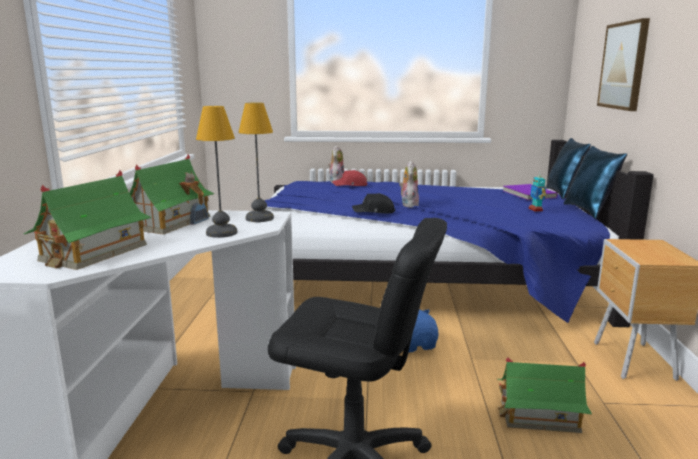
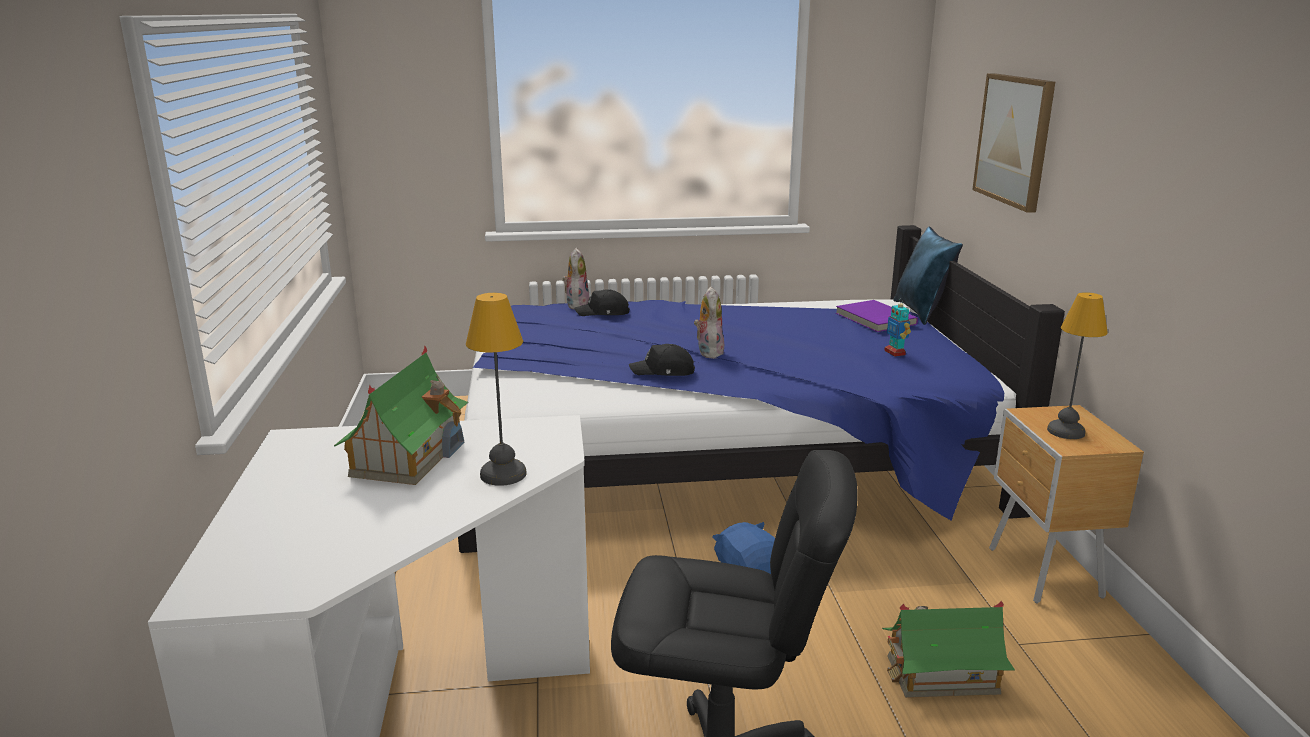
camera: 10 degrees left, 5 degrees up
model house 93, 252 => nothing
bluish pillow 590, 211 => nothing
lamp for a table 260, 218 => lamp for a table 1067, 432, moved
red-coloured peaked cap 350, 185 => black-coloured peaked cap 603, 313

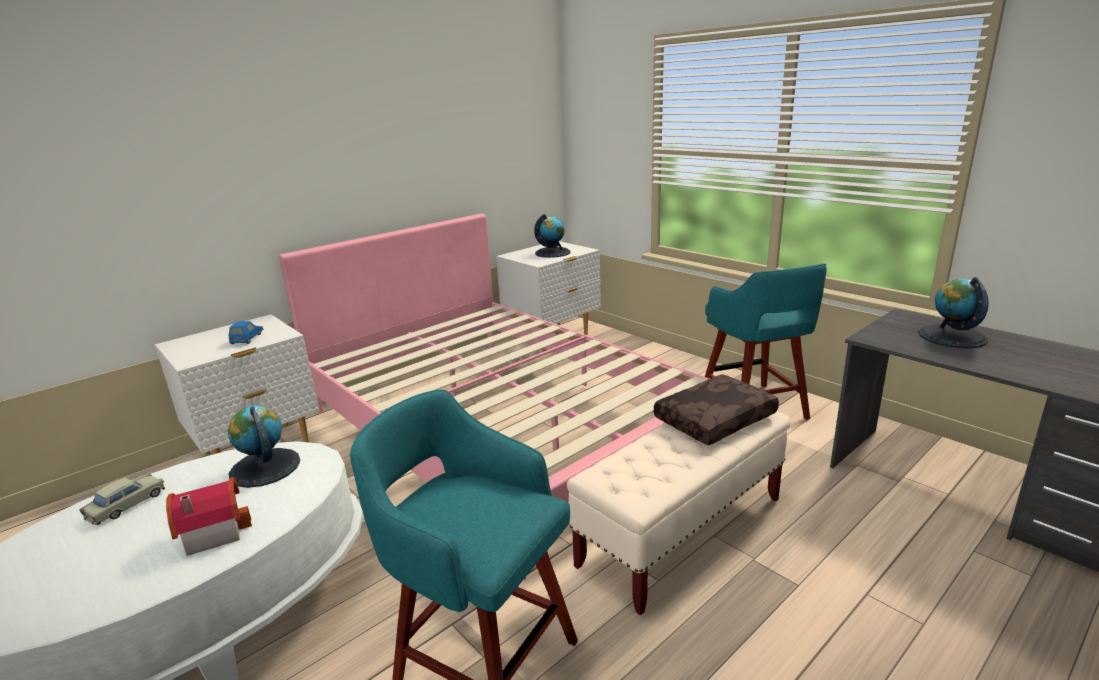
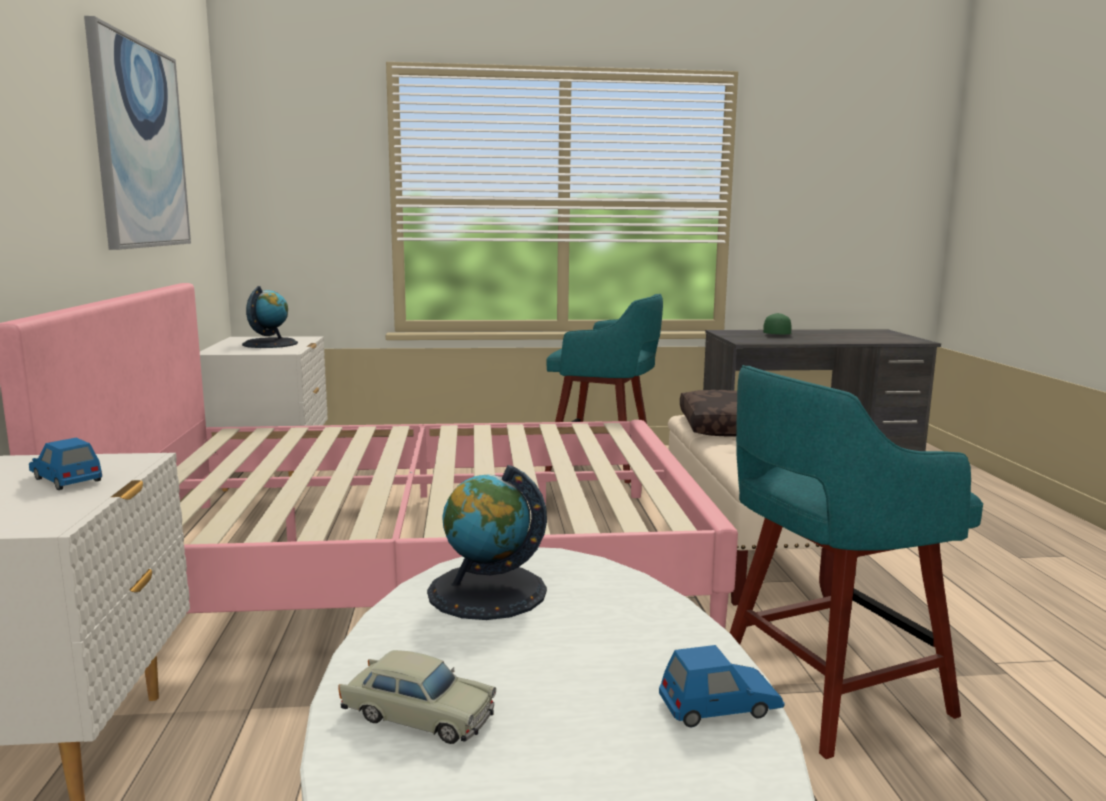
camera: 55 degrees left, 10 degrees down
model house 212, 531 => nothing
nothing => wall picture 140, 145
nothing => bluish model car 719, 706
world globe 952, 336 => green-coloured peaked cap 777, 334
beige model car 126, 505 => beige model car 418, 715, 135 degrees clockwise

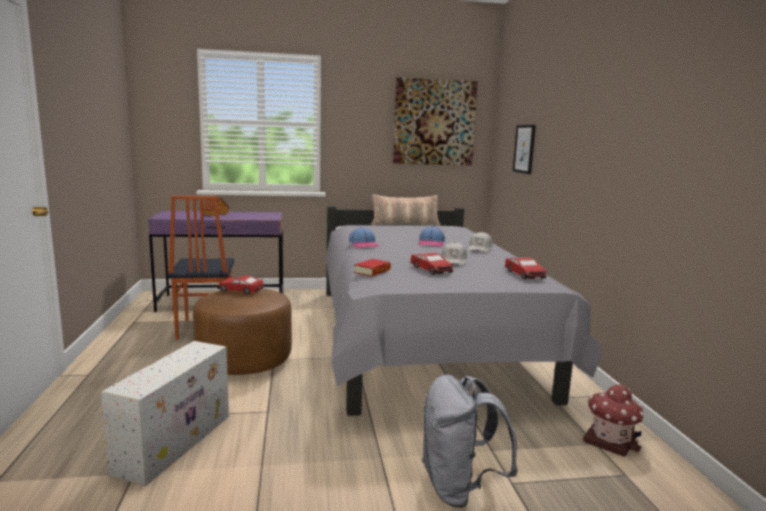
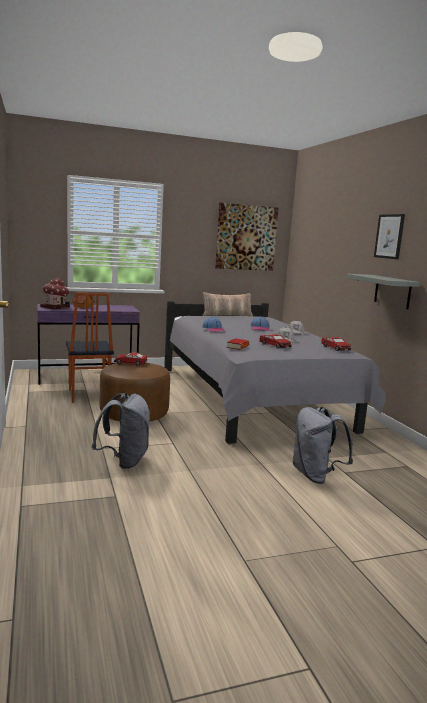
camera: 10 degrees left, 0 degrees up
nothing => gray wall shelf 392, 291
wall picture 524, 149 => wall picture 389, 236, moved
model house 610, 440 => model house 55, 307, moved
white storage container 176, 442 => gray rucksack 124, 461

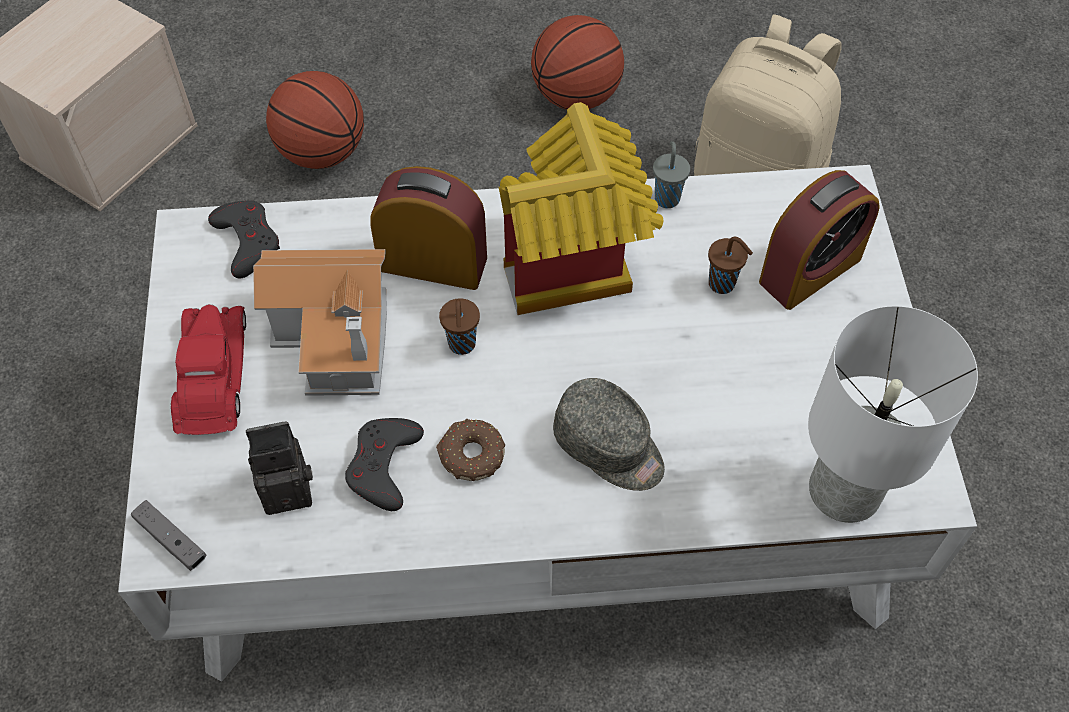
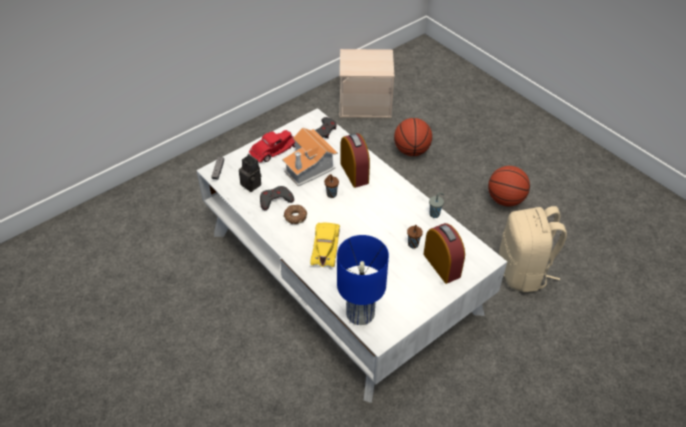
camera: 55 degrees right, 10 degrees down
model house 575, 269 => nothing
gray peaked cap 609, 447 => yellow-coloured model car 325, 246
white lamp for a table 846, 492 => bluish lamp for a table 360, 314
table clock 810, 270 => table clock 441, 265, 135 degrees counterclockwise

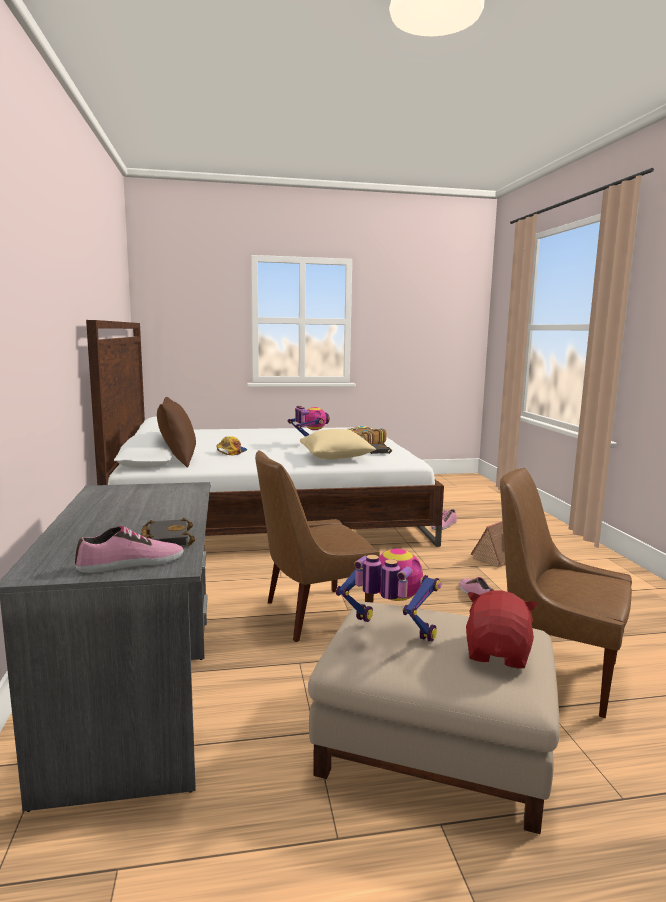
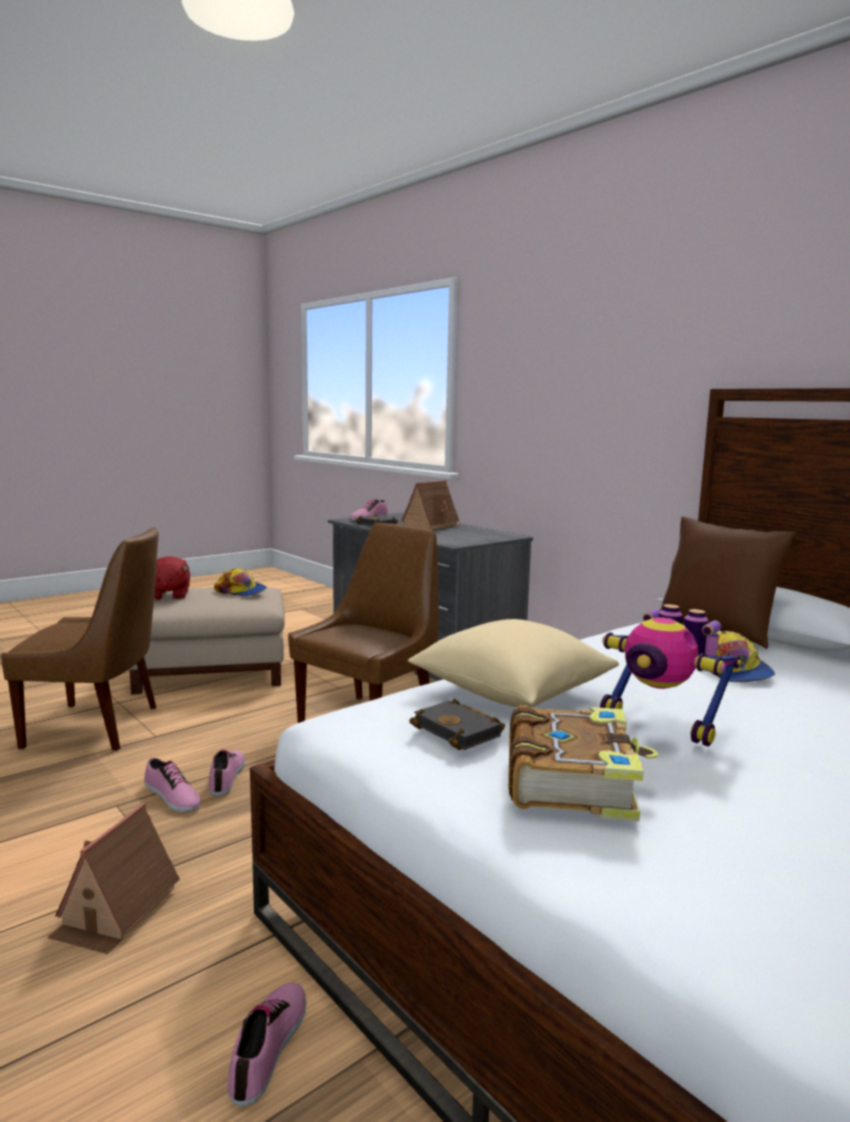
camera: 150 degrees right, 0 degrees up
nothing => low shoe 227, 777
nothing => model house 432, 525
robot figure 389, 634 => peaked cap 241, 591

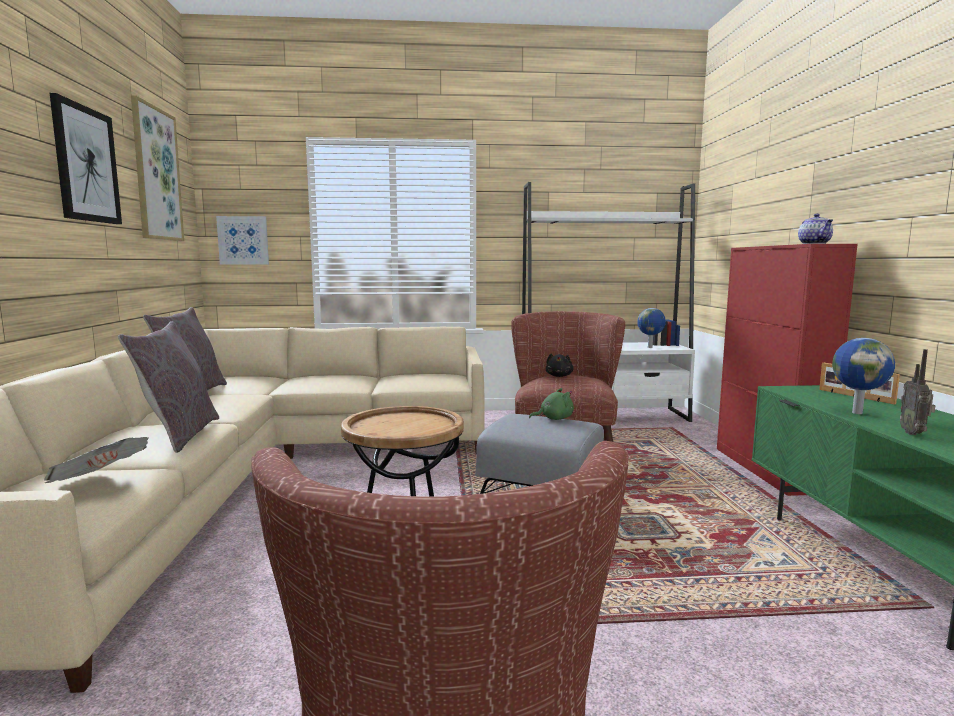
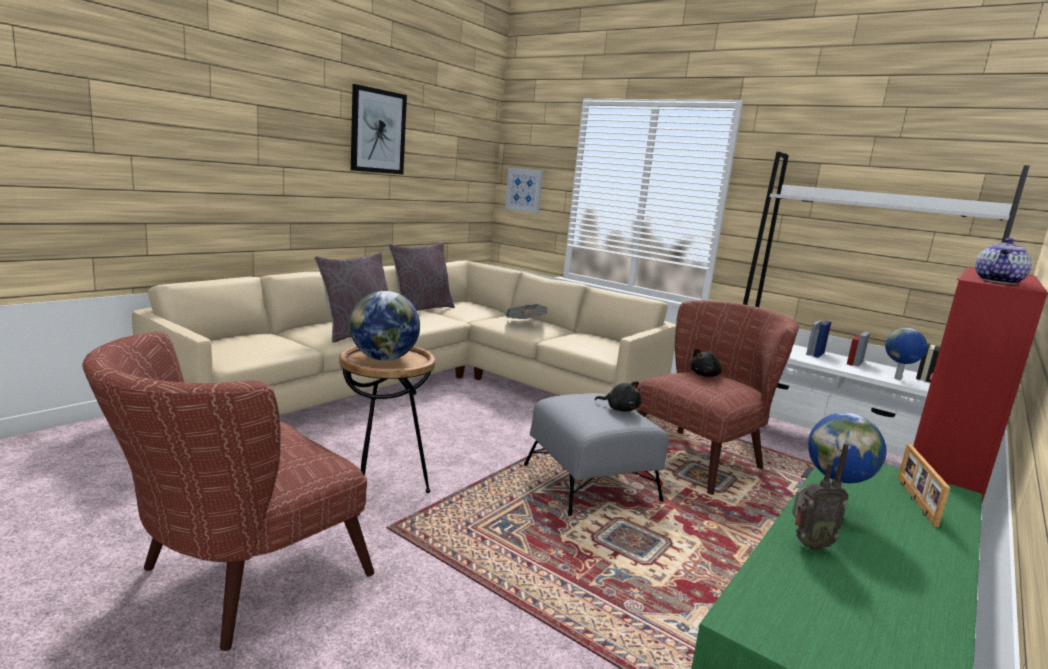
camera: 40 degrees right, 5 degrees up
wall picture 156, 174 => nothing
nothing => world globe 383, 359
printed paper 100, 484 => printed paper 525, 324, moved
green-coloured cuddly toy 554, 418 => black-coloured cuddly toy 620, 409
radio receiver 914, 433 => radio receiver 808, 544, 150 degrees counterclockwise

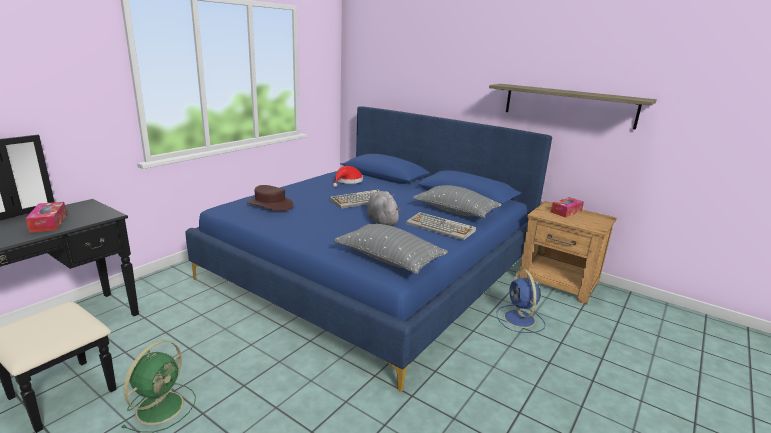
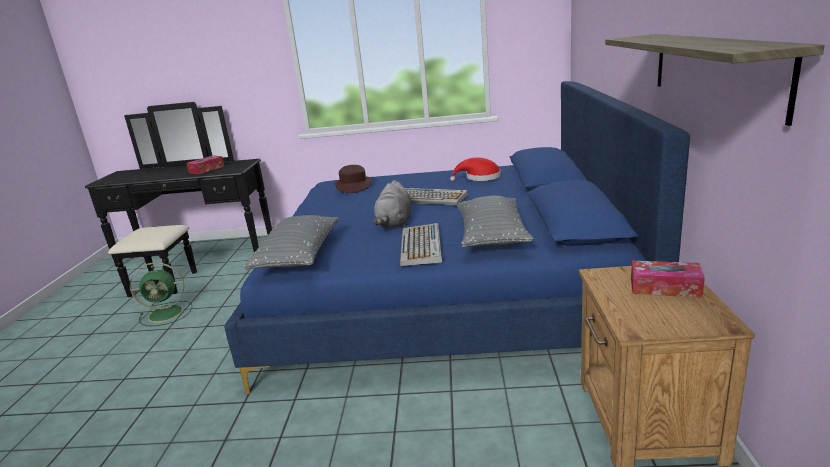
camera: 60 degrees right, 0 degrees up
bluish fan 520, 319 => nothing
gray cuddly toy 382, 221 => gray cuddly toy 395, 223, 150 degrees clockwise

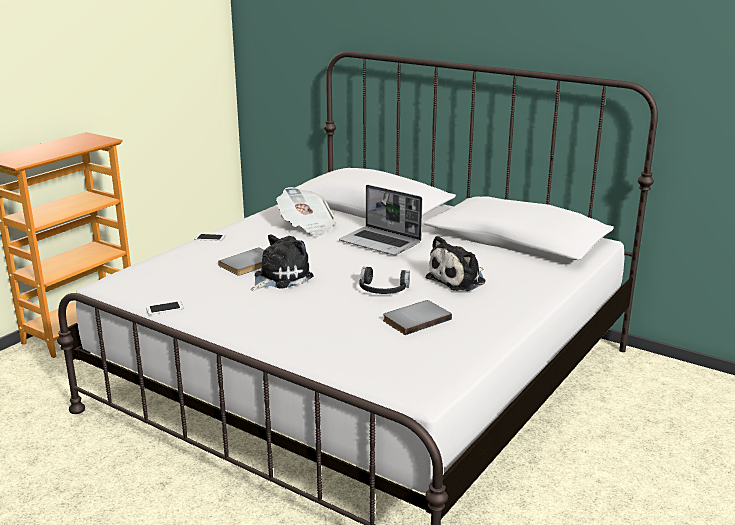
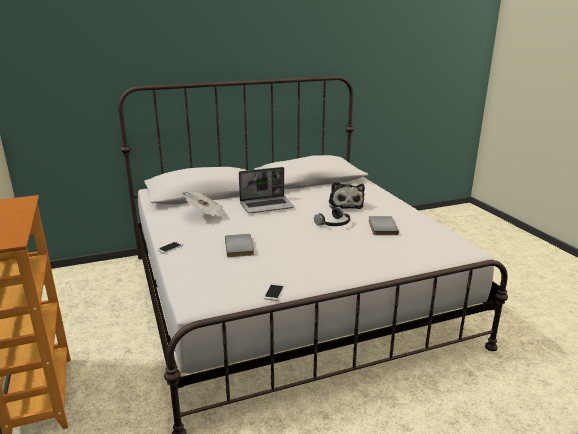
camera: 55 degrees left, 0 degrees up
cuddly toy 280, 277 => nothing

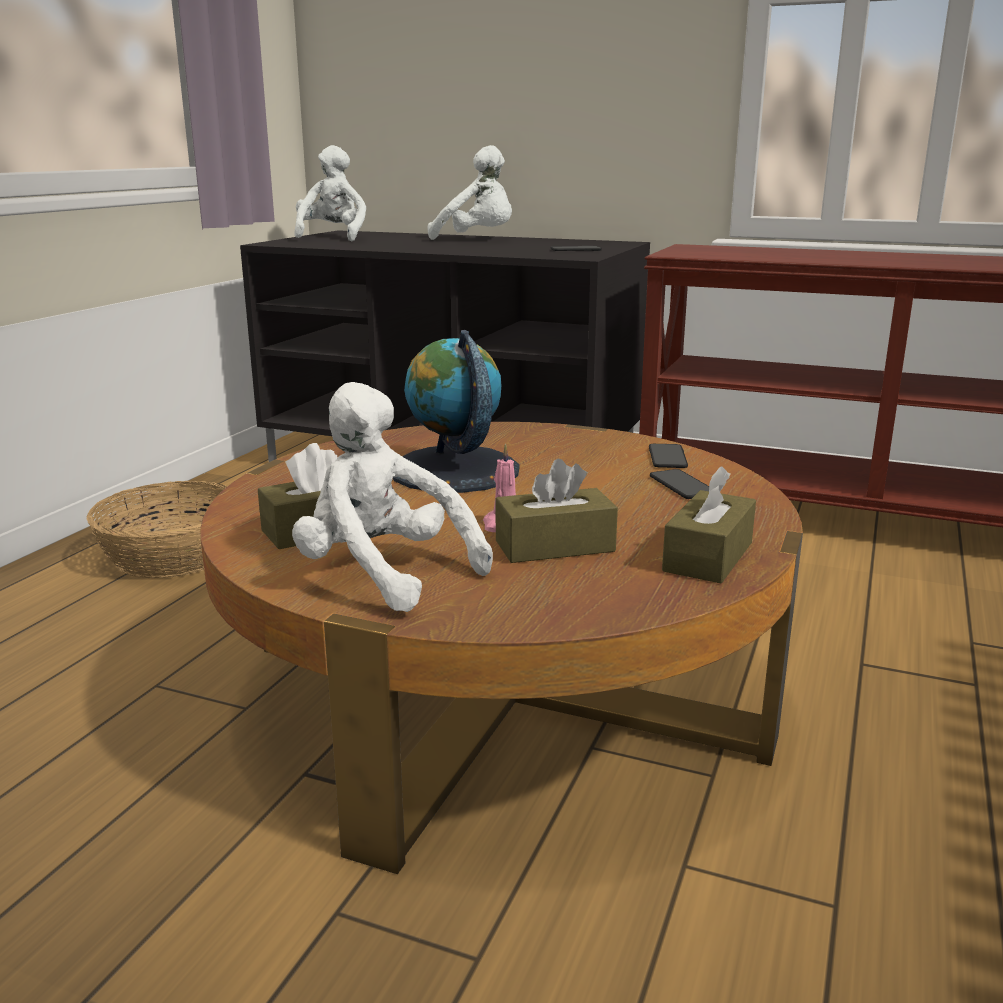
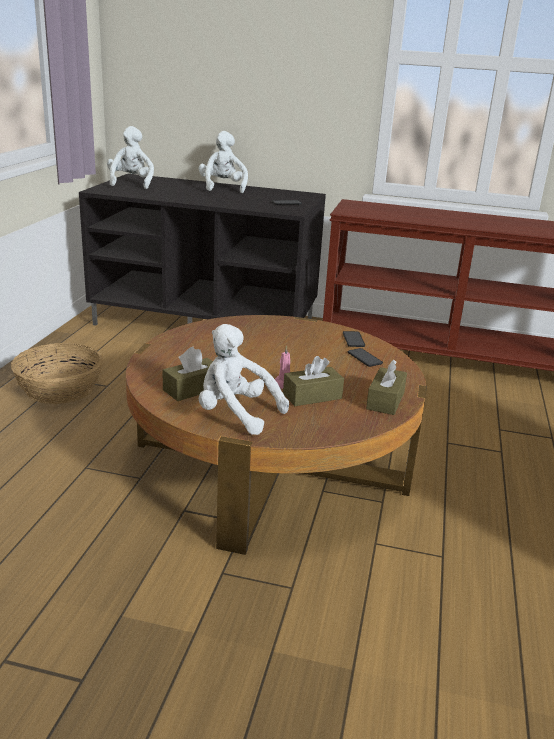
camera: 10 degrees left, 5 degrees up
world globe 454, 470 => nothing
white cuddly toy 478, 239 => white cuddly toy 222, 188, 120 degrees counterclockwise

